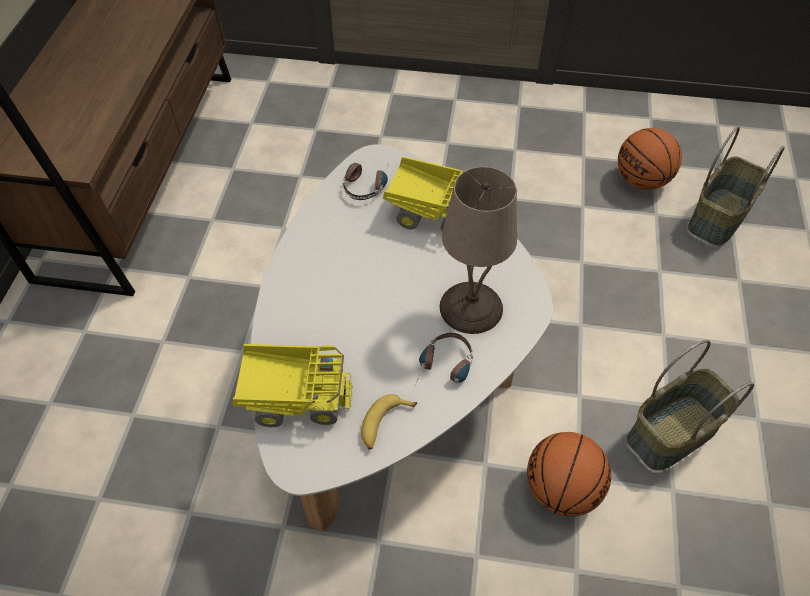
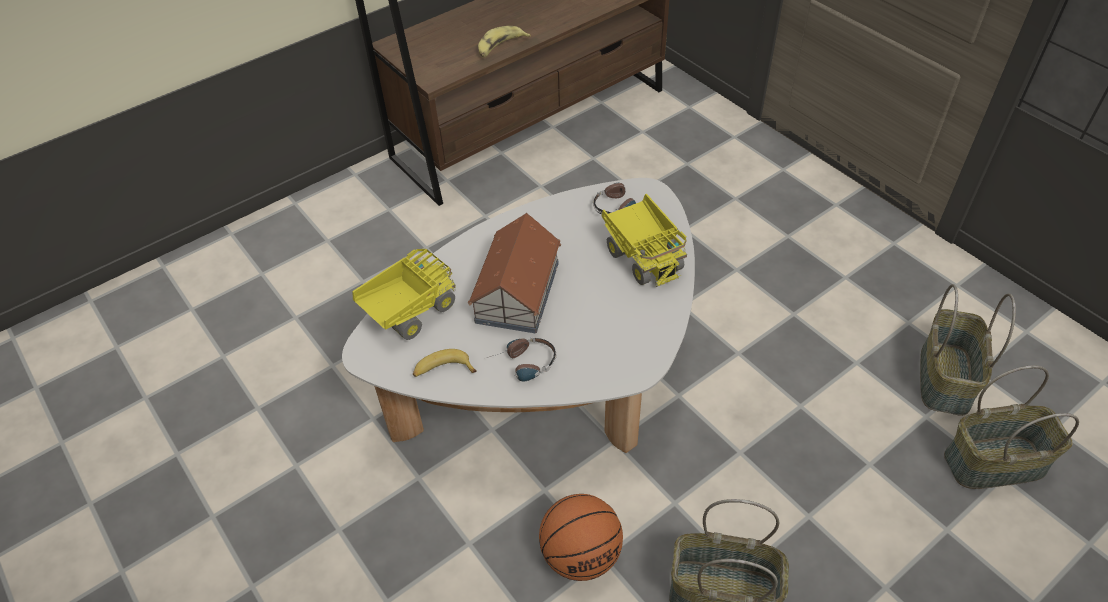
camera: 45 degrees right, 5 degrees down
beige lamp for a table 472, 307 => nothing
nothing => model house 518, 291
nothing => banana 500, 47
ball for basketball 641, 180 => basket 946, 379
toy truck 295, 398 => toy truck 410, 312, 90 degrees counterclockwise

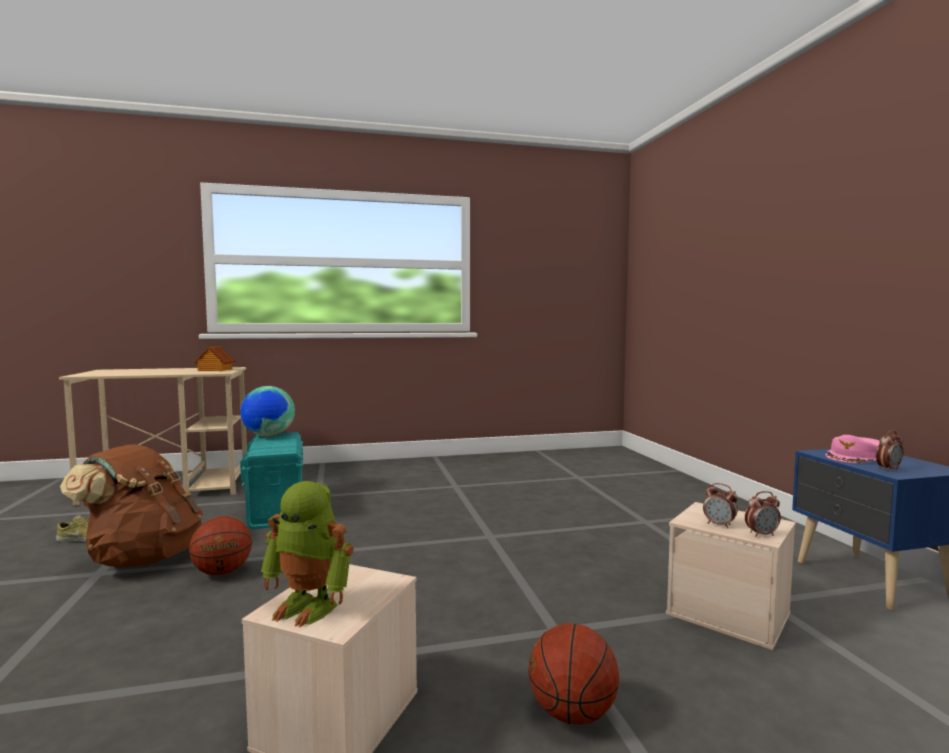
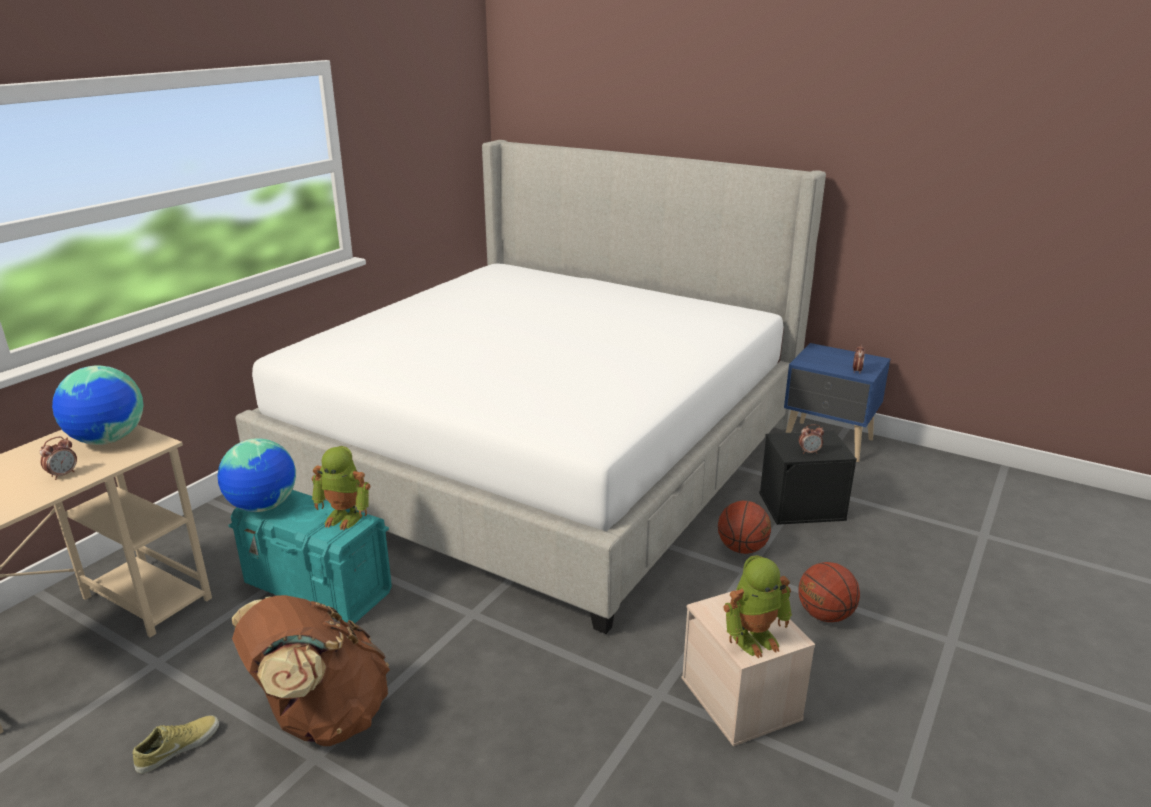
camera: 45 degrees left, 20 degrees up
pink-coloured peaked cap 856, 457 => nothing
nothing => bedroom bed 543, 452
nothing => robot figure 345, 517
ball for basketball 222, 572 => ball for basketball 742, 549, moved
table clock 761, 534 => table clock 63, 475, moved
model house 215, 370 => world globe 108, 440
beige storage container 730, 613 => black-coloured storage container 802, 505

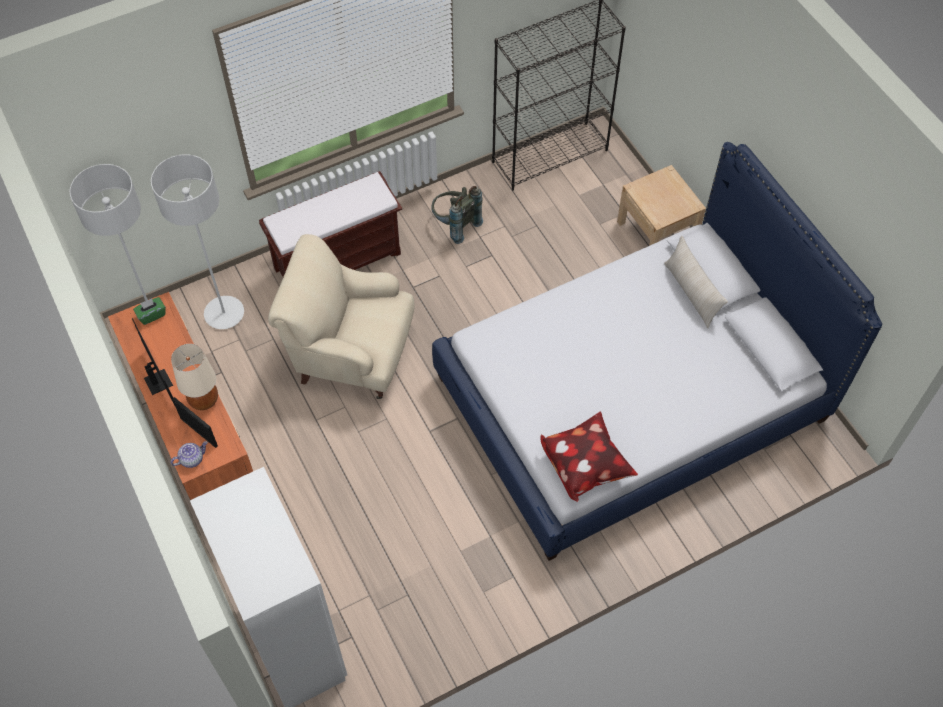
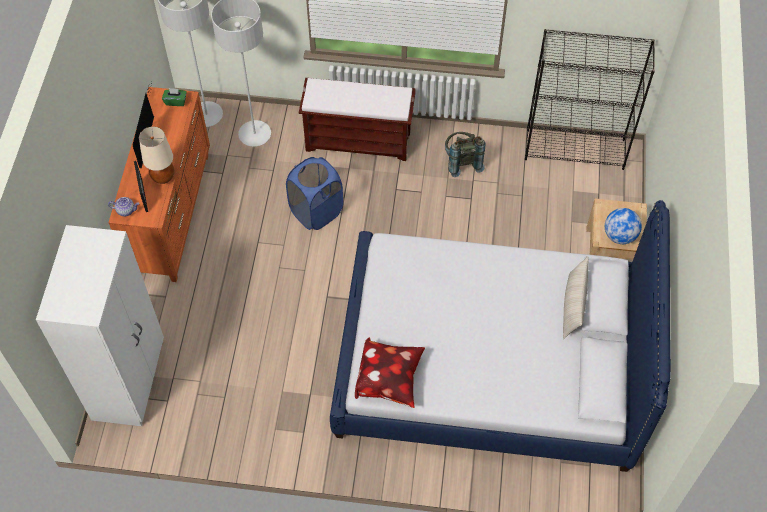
camera: 35 degrees right, 0 degrees up
nothing => world globe 619, 236
beige easy chair 351, 354 => bluish washing basket 316, 211

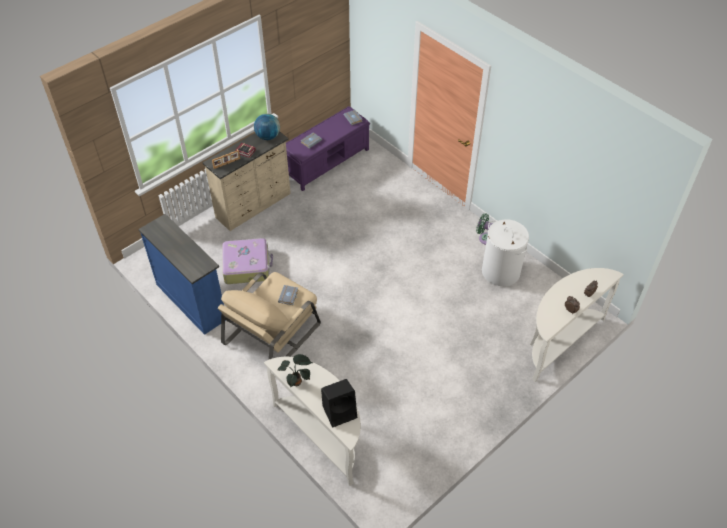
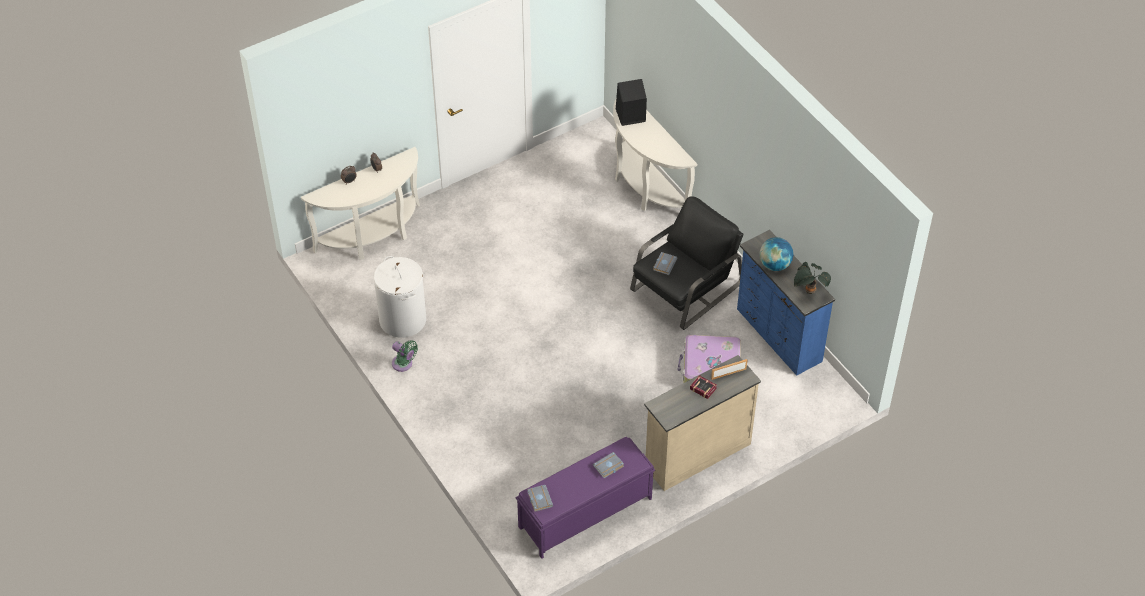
camera: 170 degrees left, 0 degrees up
world globe 268, 136 => world globe 775, 265, moved
plant in a pot 297, 382 => plant in a pot 809, 291, moved
beige easy chair 272, 333 => black-coloured easy chair 685, 287

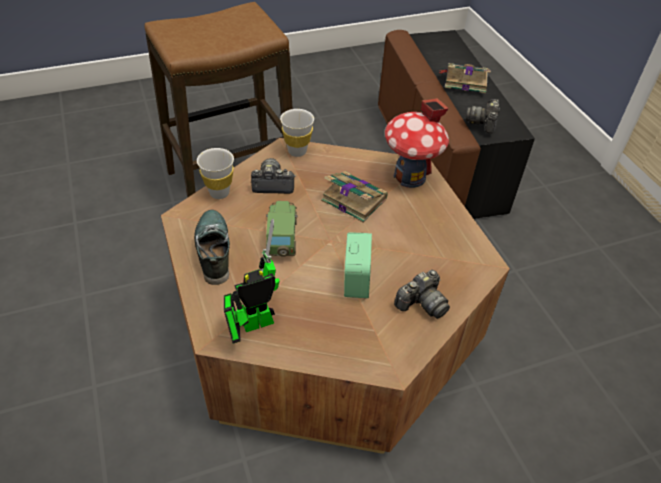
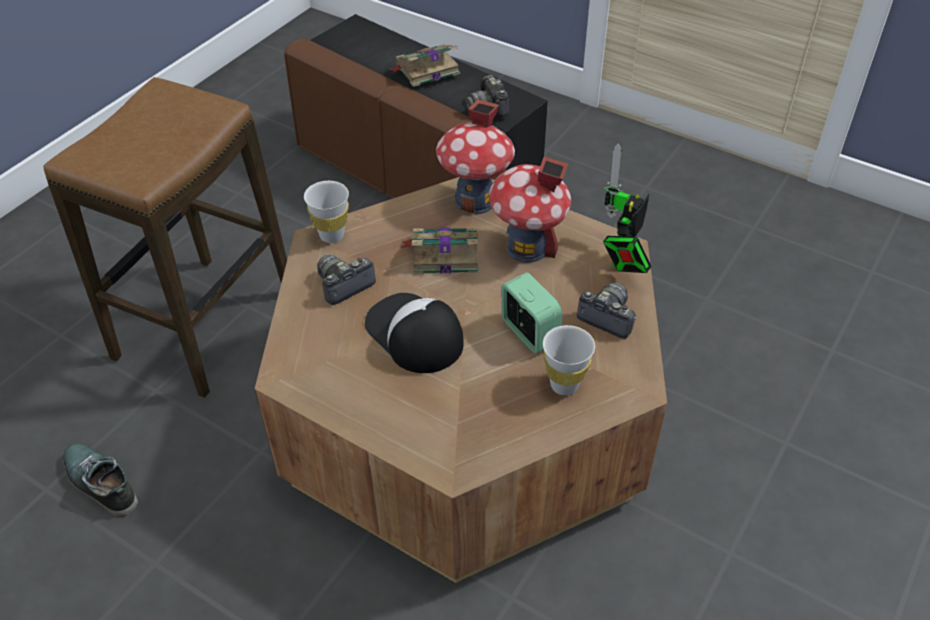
camera: 35 degrees left, 0 degrees up
nothing => model house 527, 248
low shoe 213, 250 => low shoe 100, 483, moved
white drinking cup 219, 193 => white drinking cup 564, 385, moved
robot figure 252, 324 => robot figure 622, 262, moved
model car 281, 237 => peaked cap 414, 334
still camera 422, 303 => still camera 607, 317, 75 degrees counterclockwise

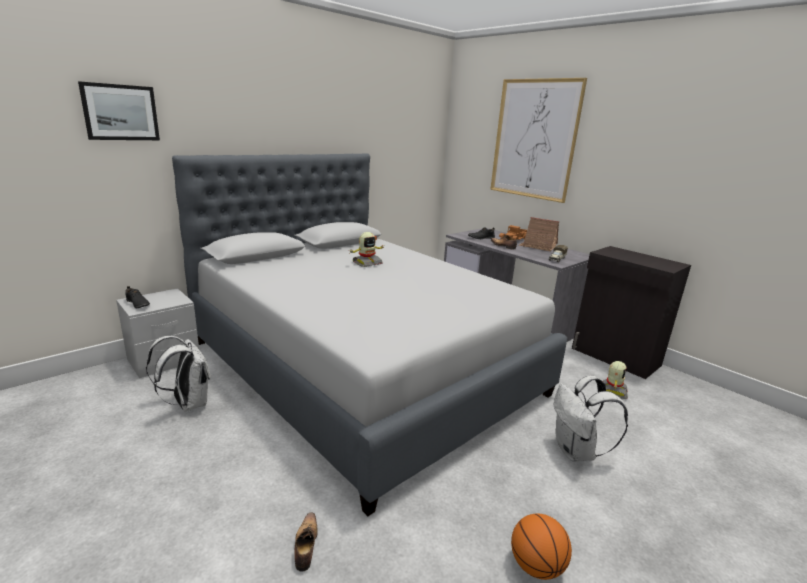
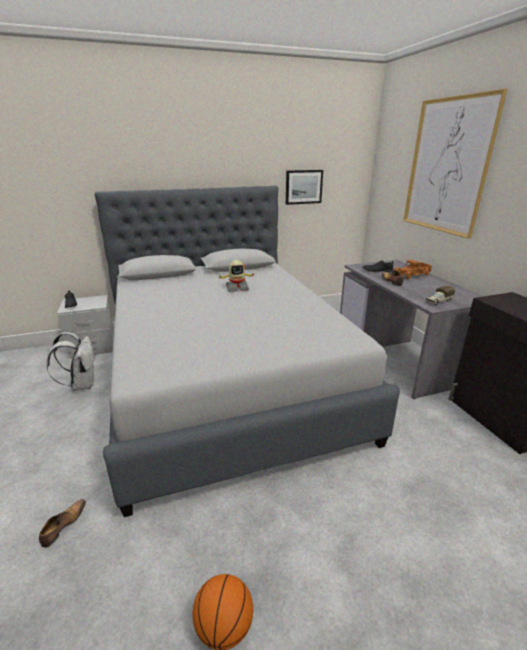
camera: 25 degrees right, 5 degrees up
model house 537, 246 => nothing
white rucksack 576, 452 => nothing
robot figure 613, 391 => nothing
wall picture 120, 112 => wall picture 303, 187, moved

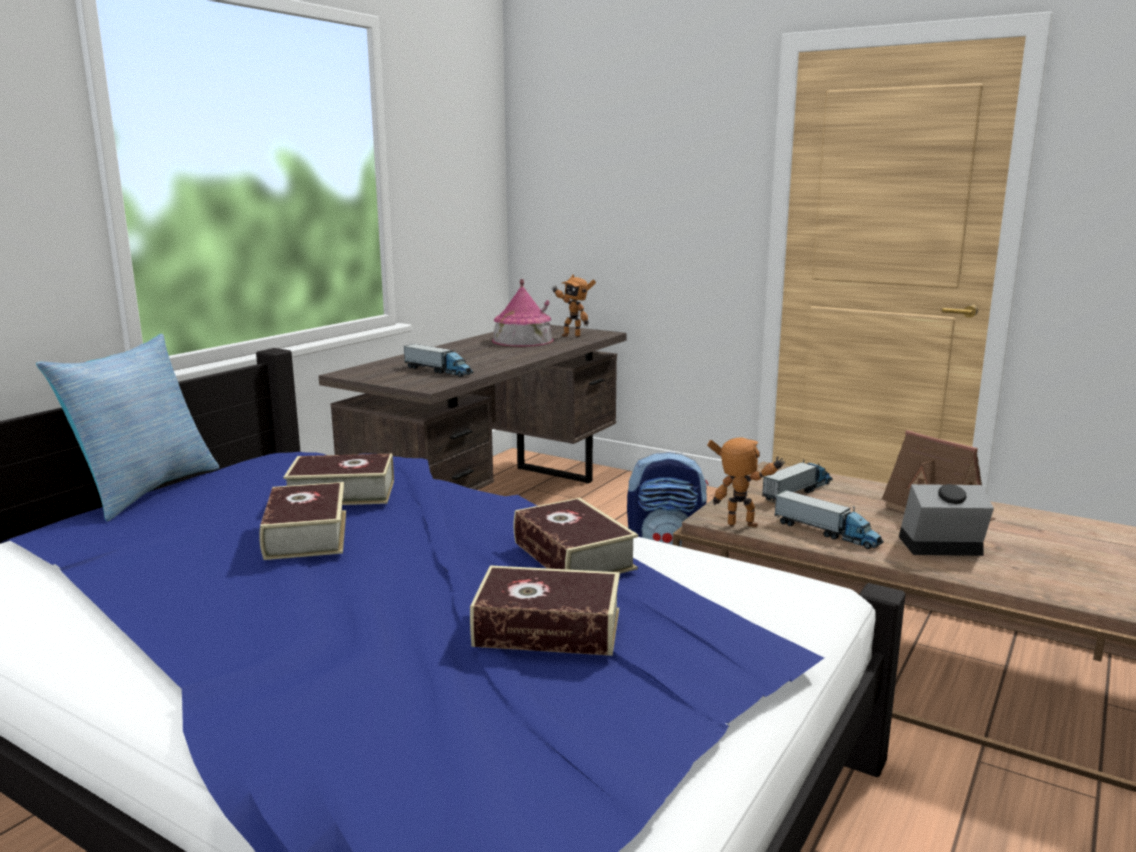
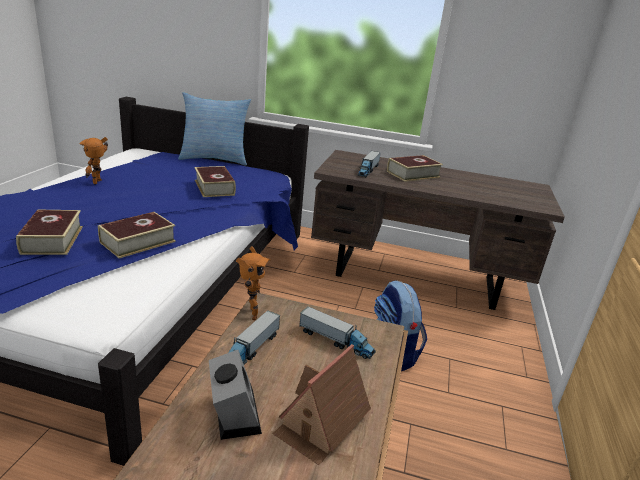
camera: 70 degrees right, 10 degrees up
model house 522, 340 => nothing
volume 306, 534 => volume 413, 174, moved
robot figure 572, 336 => robot figure 99, 182, moved

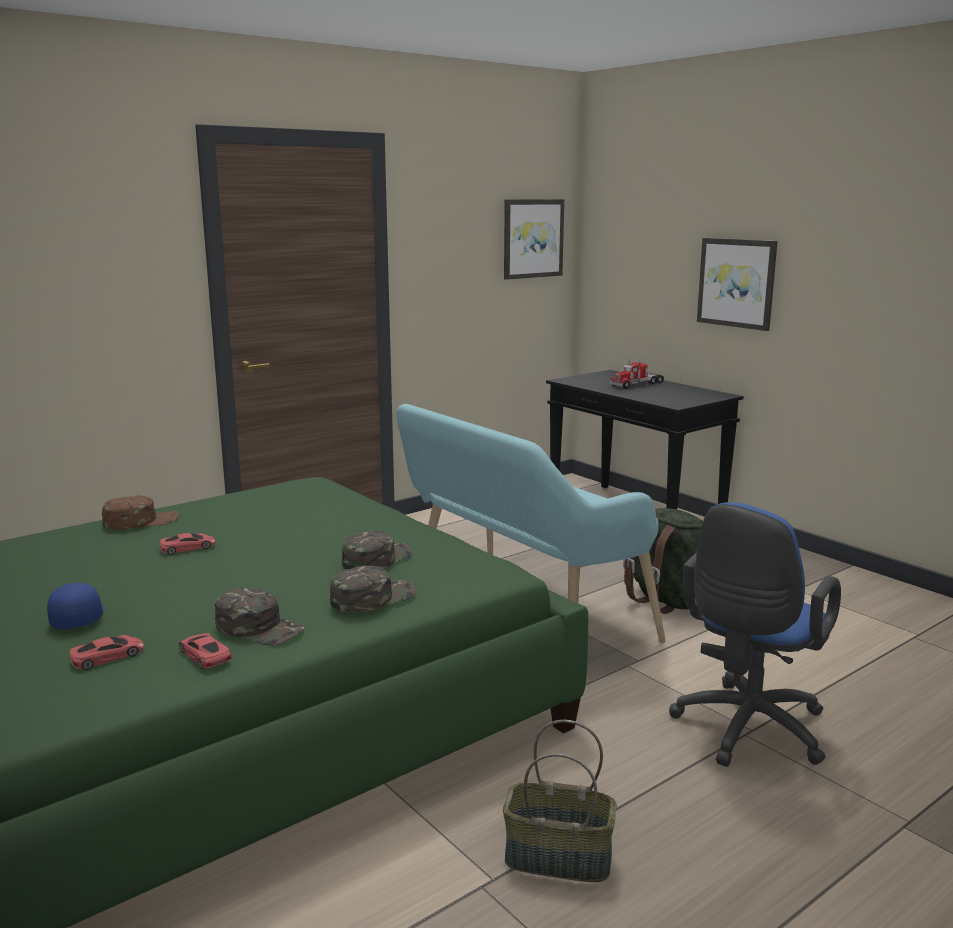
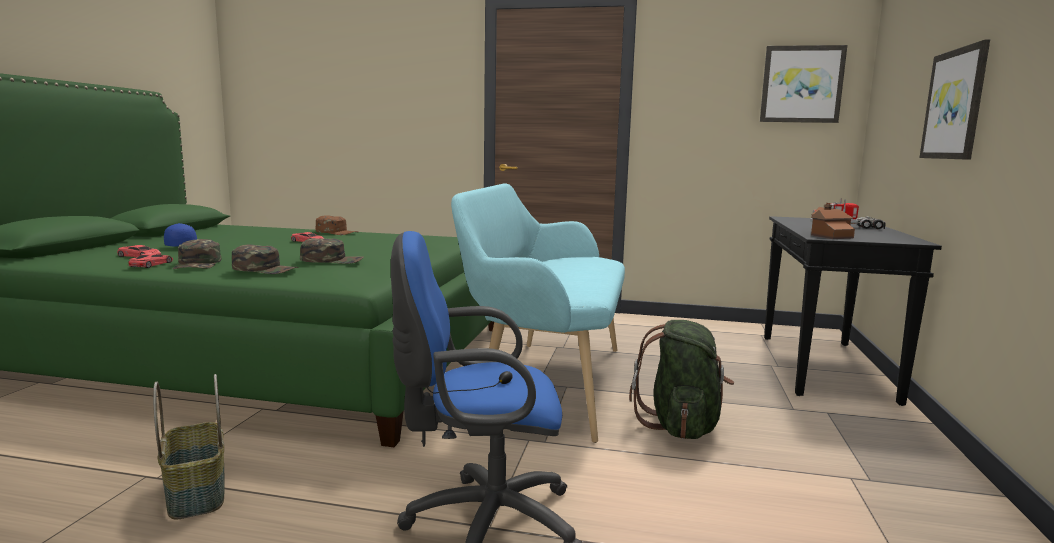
camera: 50 degrees right, 5 degrees down
nothing => model house 828, 235

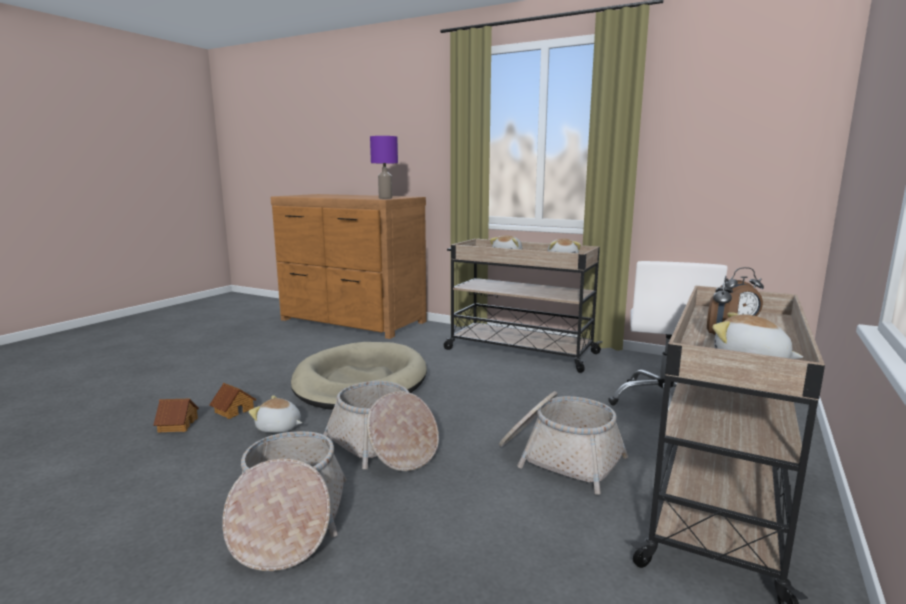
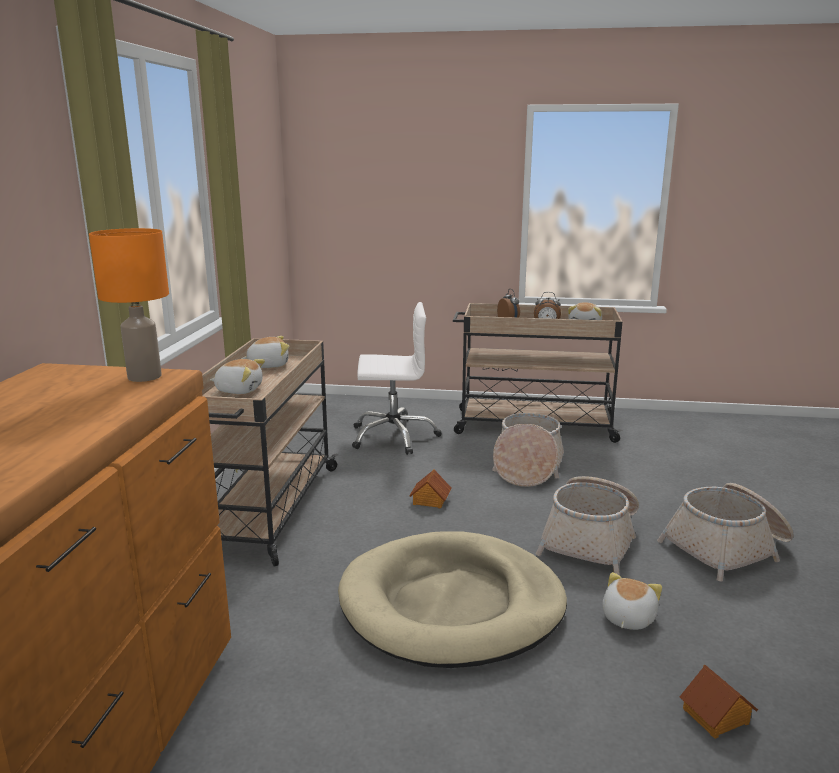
camera: 110 degrees left, 5 degrees up
model house 234, 410 => model house 430, 500, moved
purple-coloured lamp for a table 385, 198 => orange-coloured lamp for a table 143, 377
cuddly toy 278, 428 => cuddly toy 627, 618, 150 degrees counterclockwise

